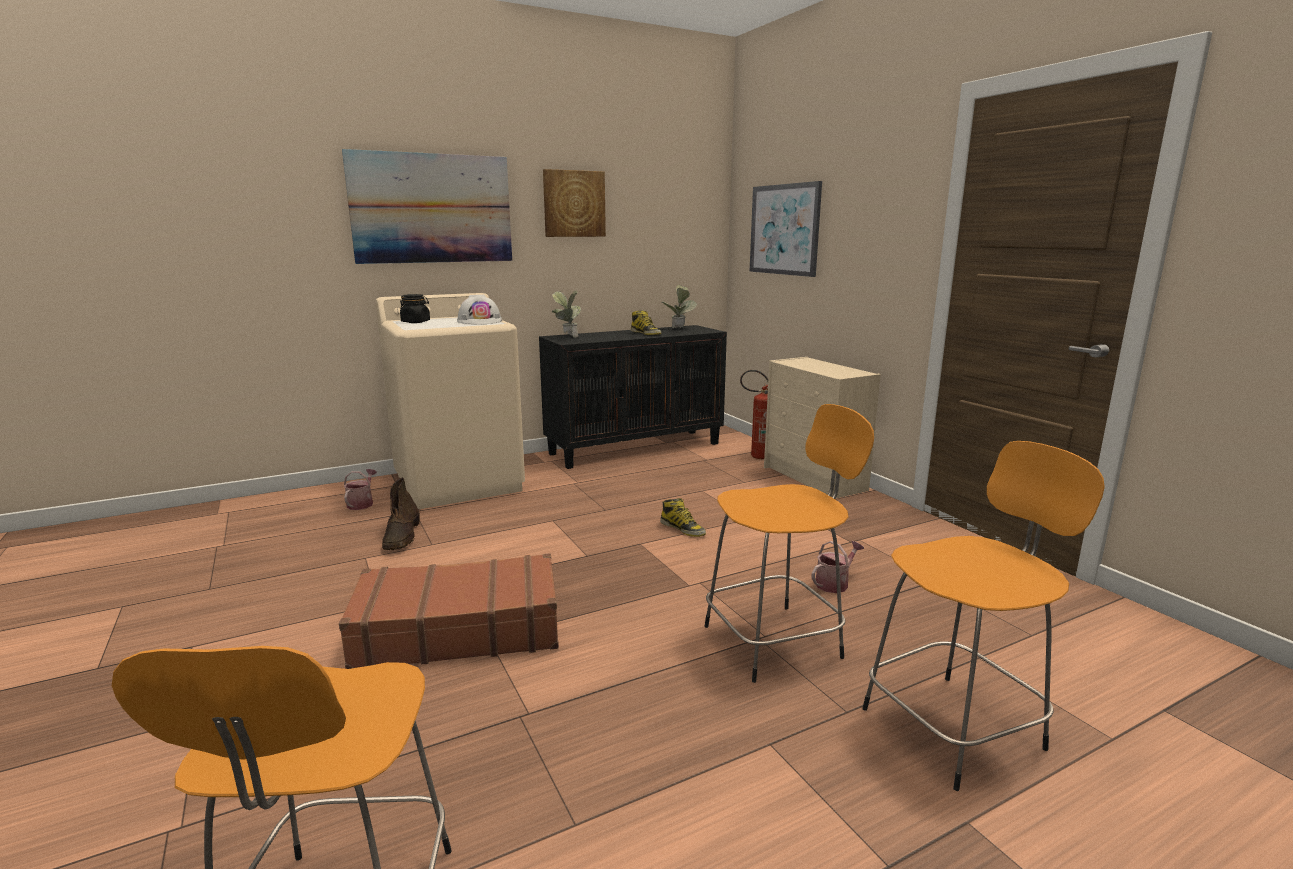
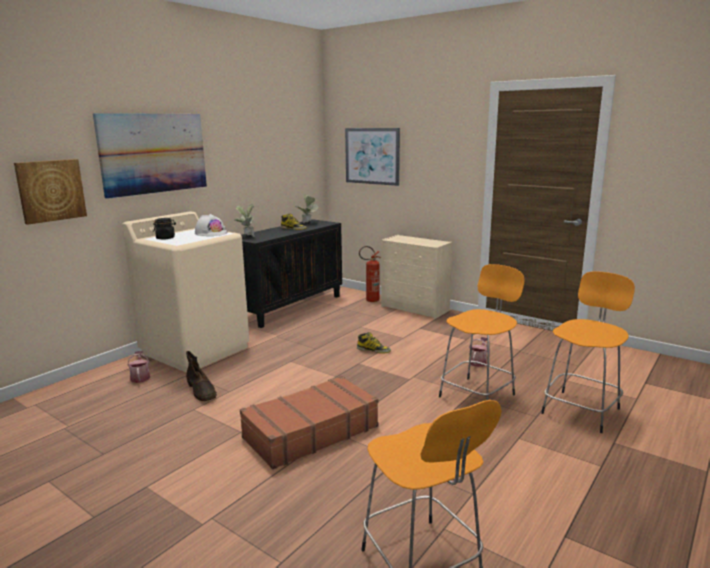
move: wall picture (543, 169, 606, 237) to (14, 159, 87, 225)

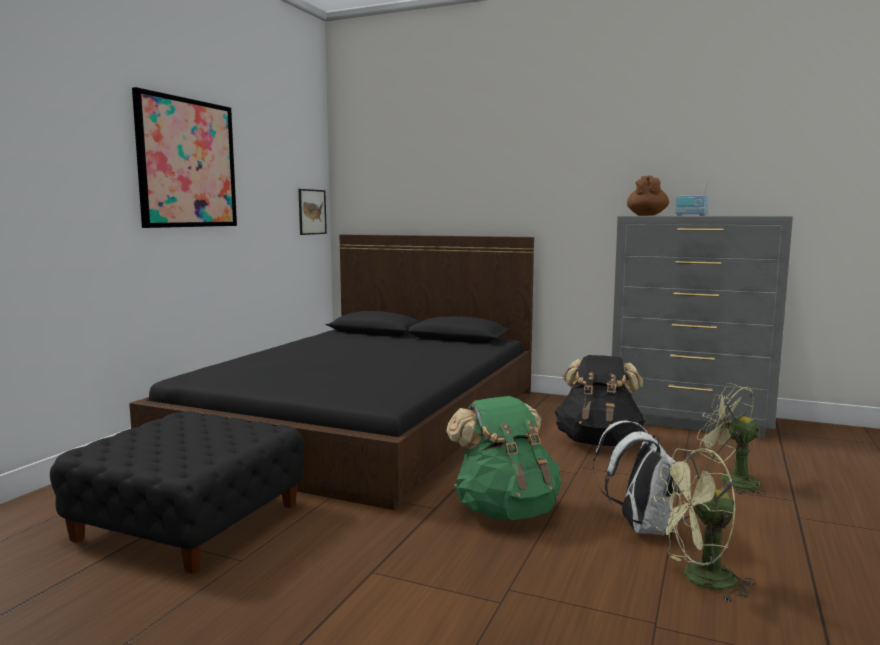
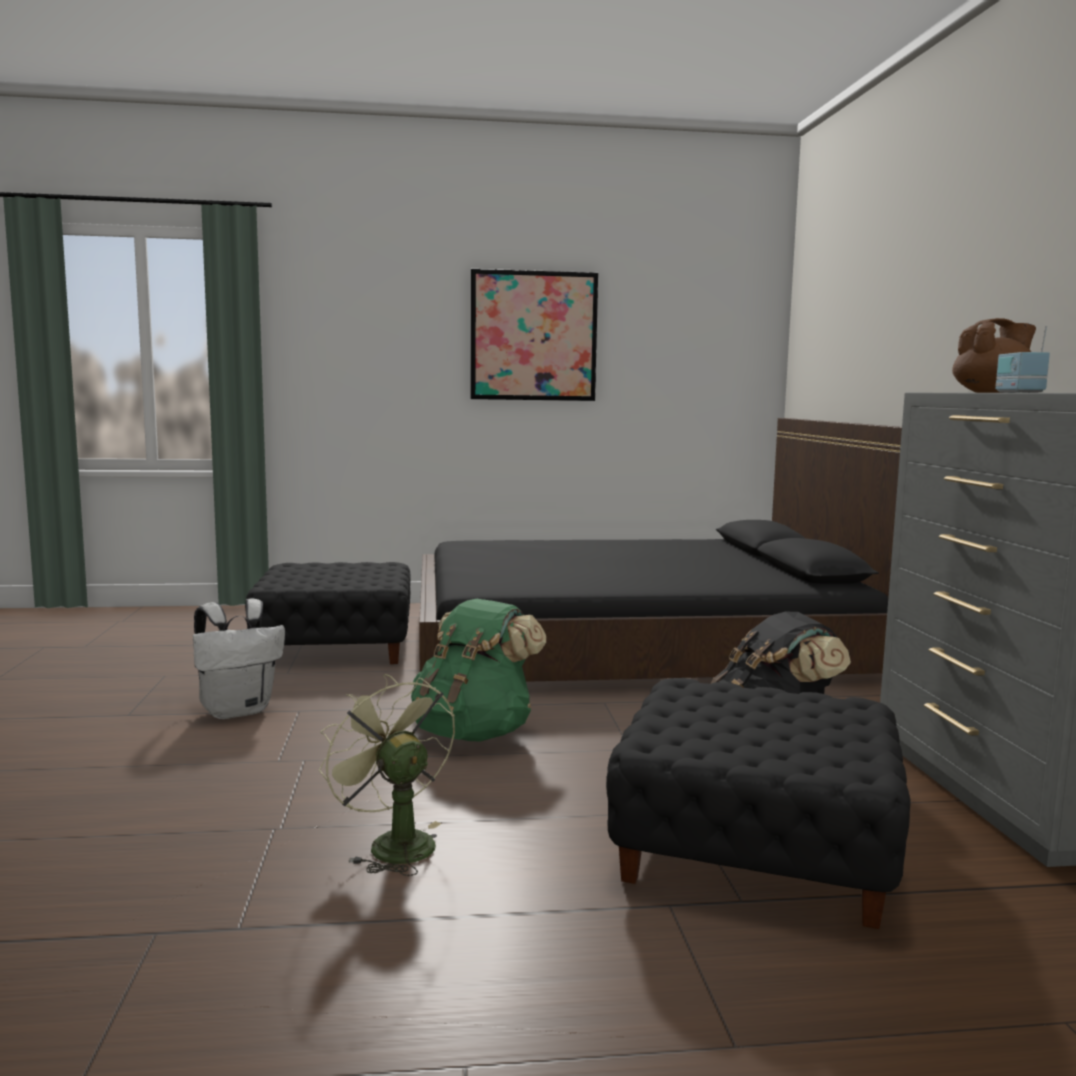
delete: wall picture (299, 189, 327, 235)
move: white-coloured backpack (593, 421, 680, 536) to (193, 598, 285, 719)
replace: green-coloured cooling fan (697, 383, 767, 495) to blackish pouffe (606, 678, 911, 929)

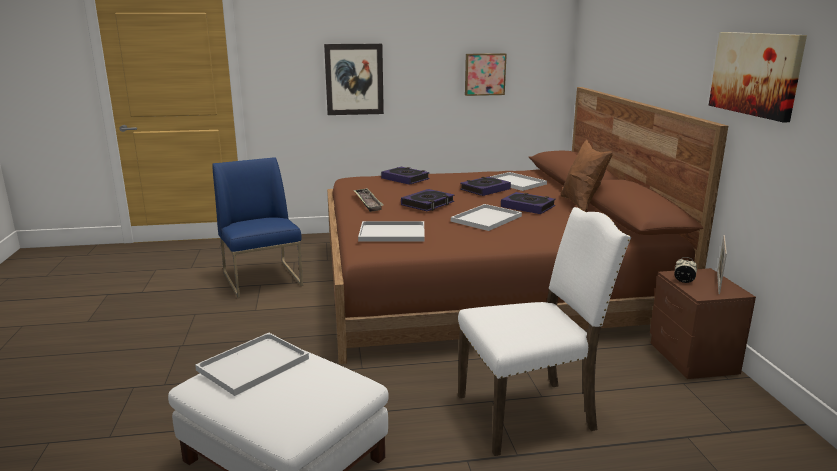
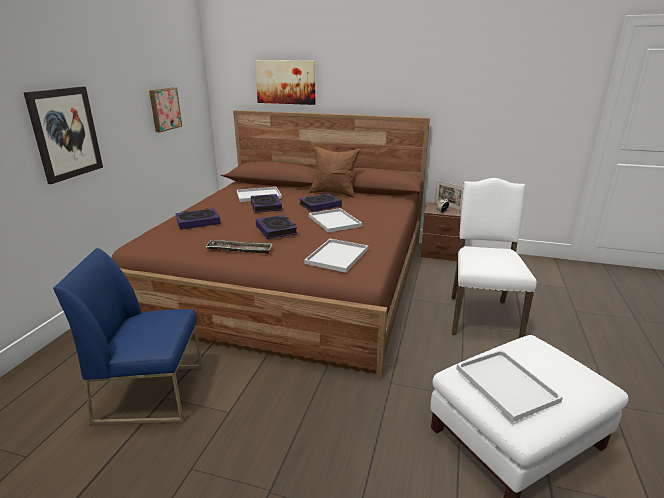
move: wall picture (709, 32, 807, 122) to (255, 60, 316, 105)

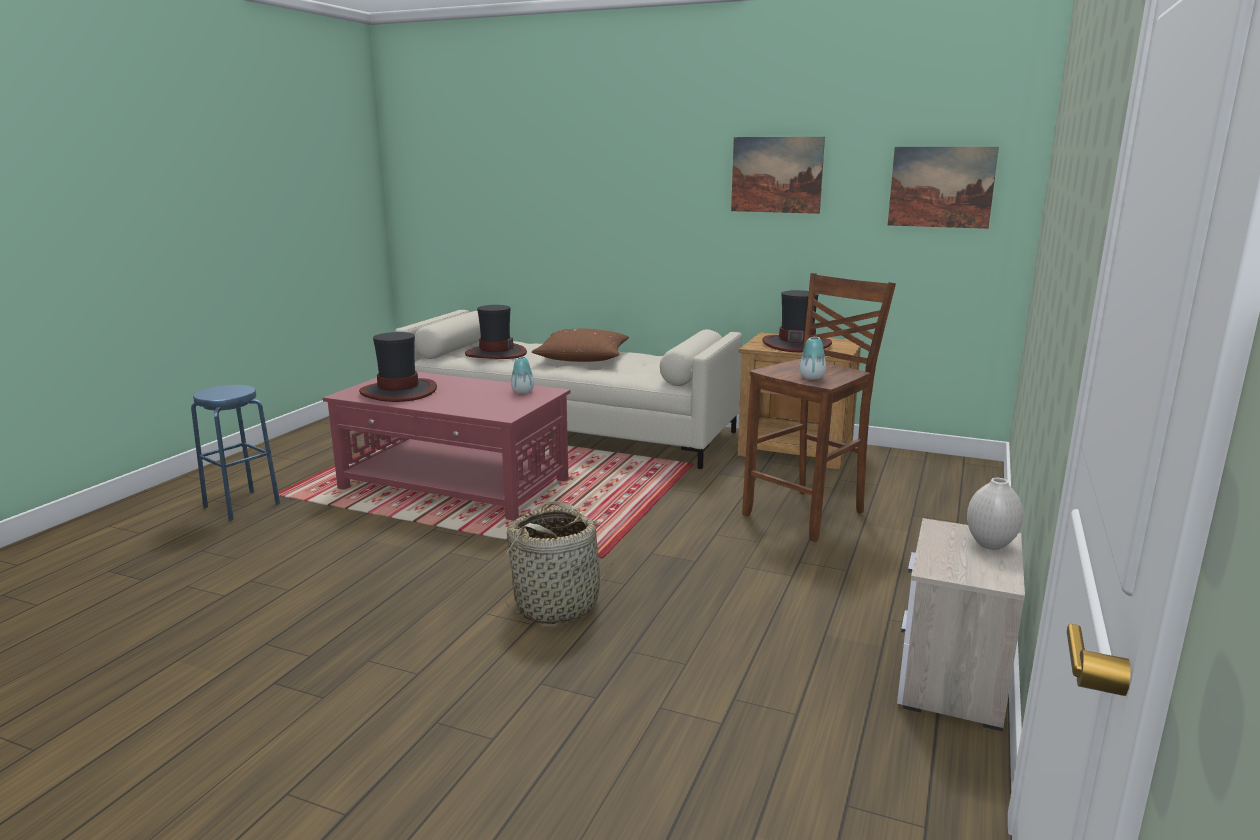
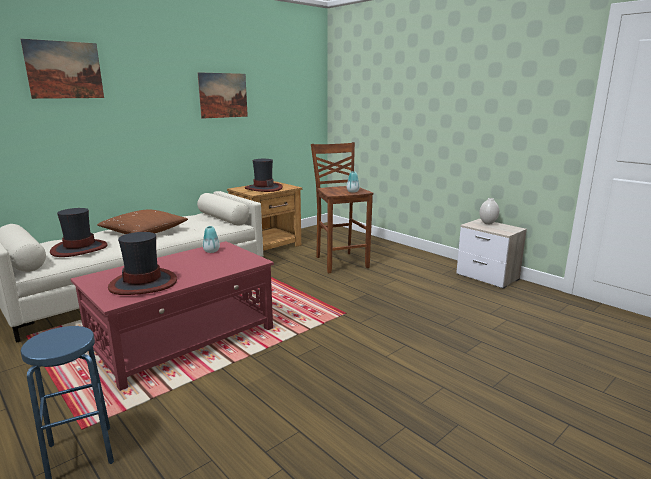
delete: household basket (504, 501, 615, 624)
move: wall picture (888, 147, 999, 229) to (20, 39, 104, 99)

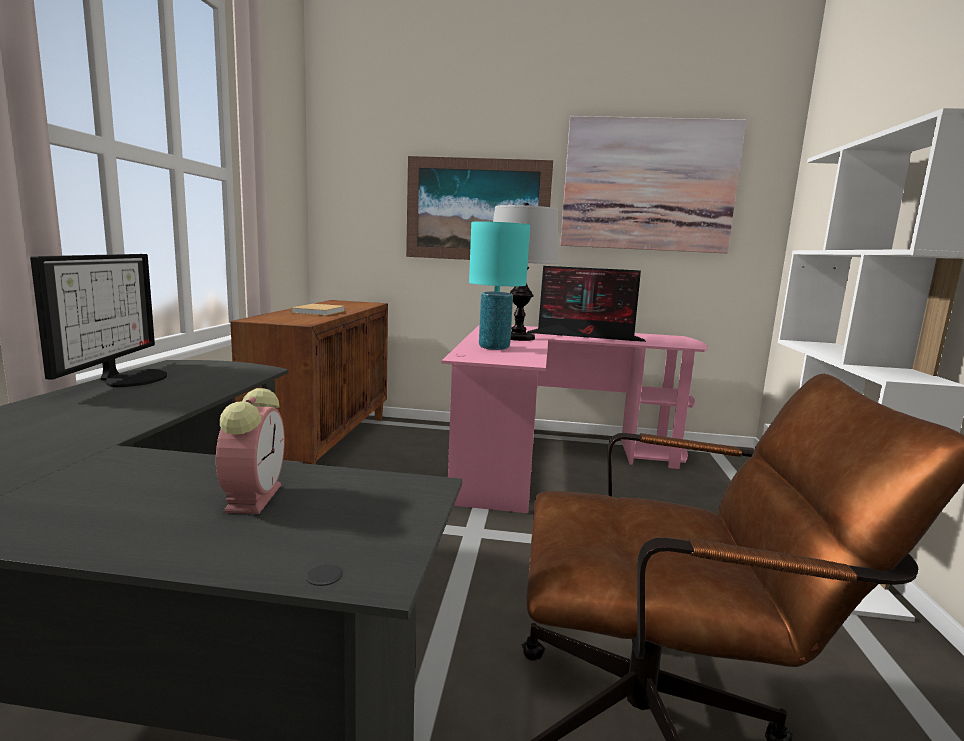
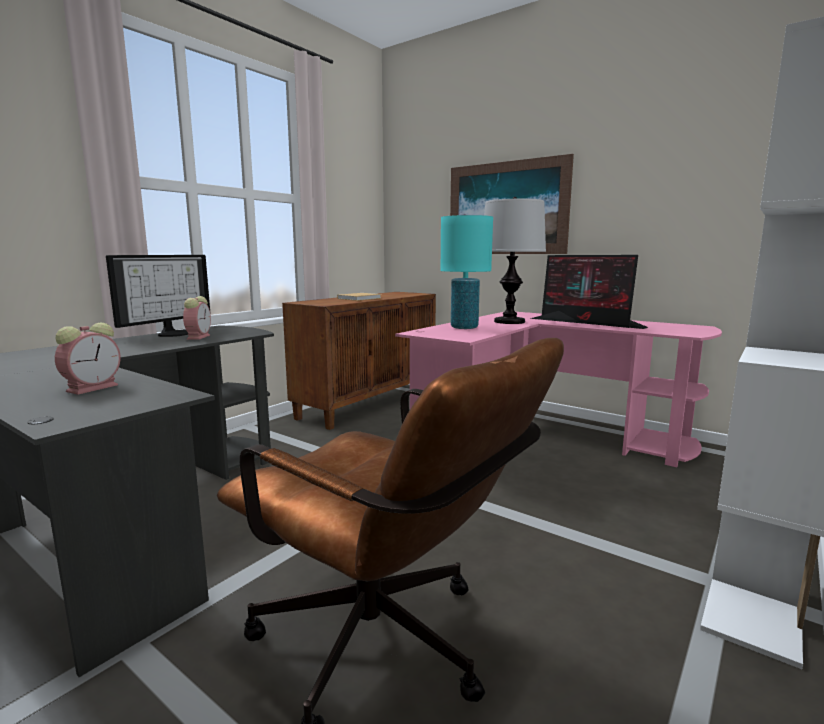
delete: wall picture (560, 116, 746, 253)
insert: table clock (183, 296, 211, 339)

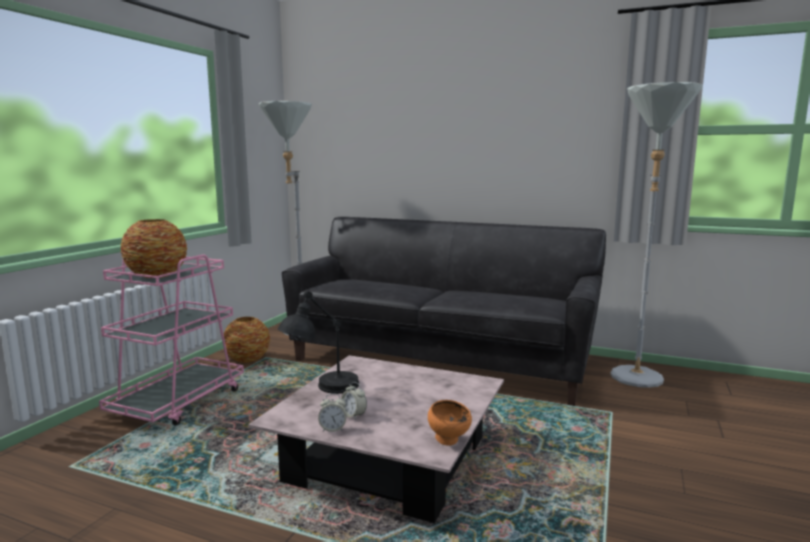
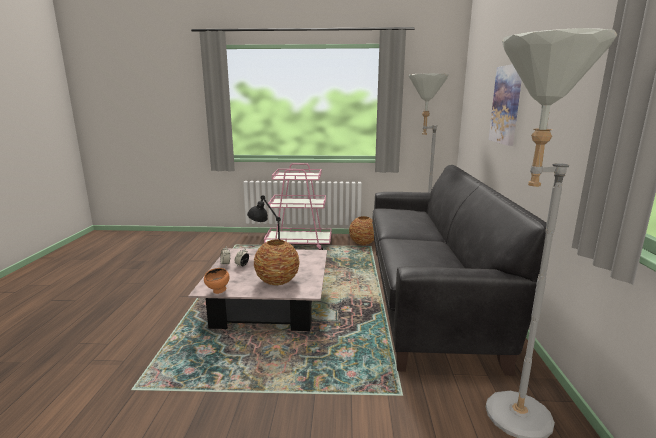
insert: wall picture (489, 64, 522, 146)
move: flower vase (121, 219, 187, 278) to (254, 239, 299, 285)

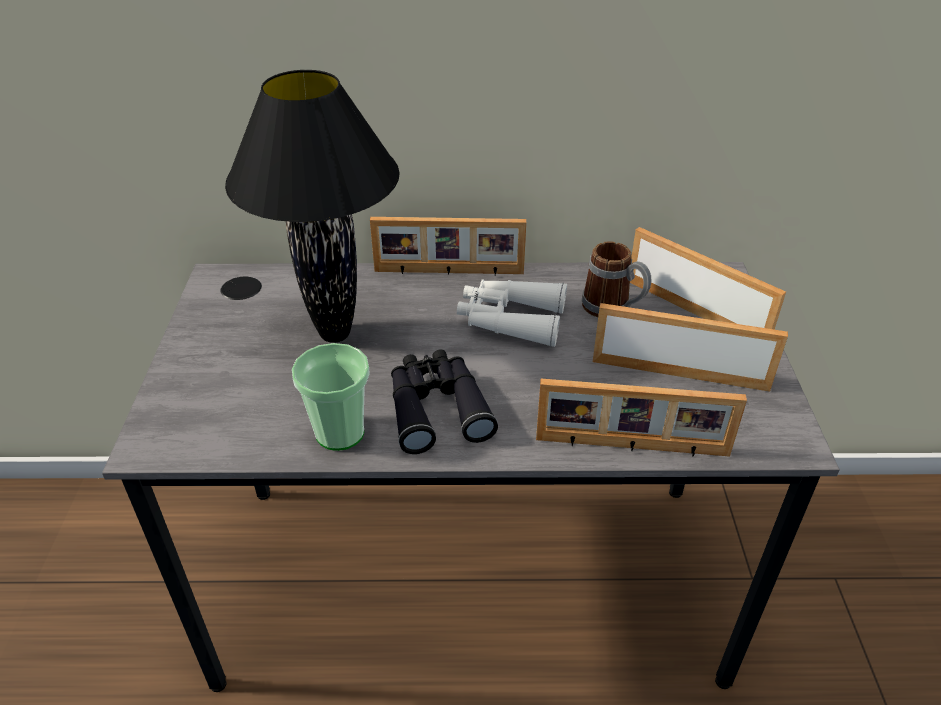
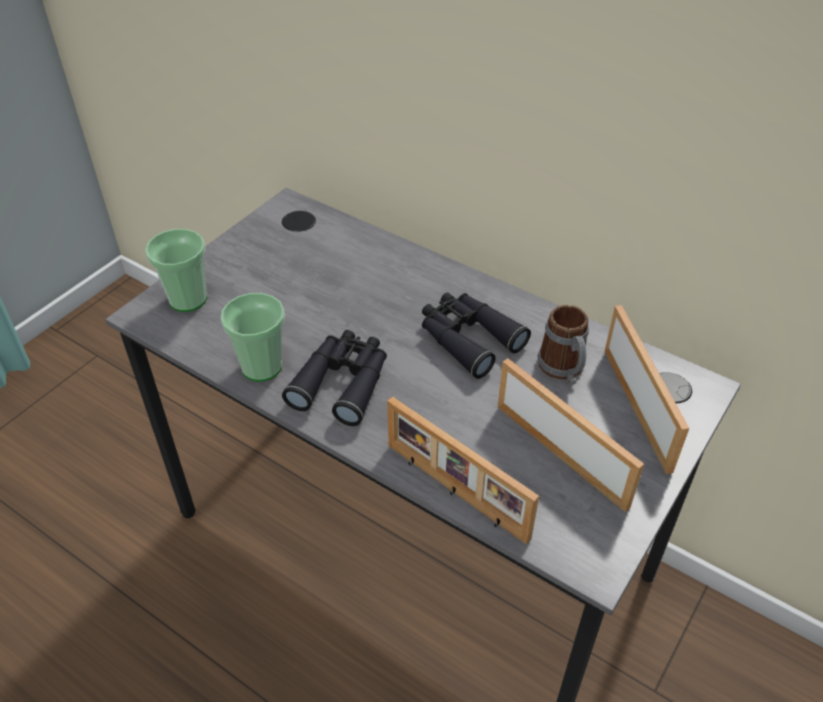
delete: blackish lamp for a table (225, 70, 400, 343); photo frame (370, 217, 526, 276)
insert: cup (145, 229, 207, 312)
recolor: white-coloured binoculars (457, 279, 567, 347) to blackish binoculars (422, 292, 531, 379)

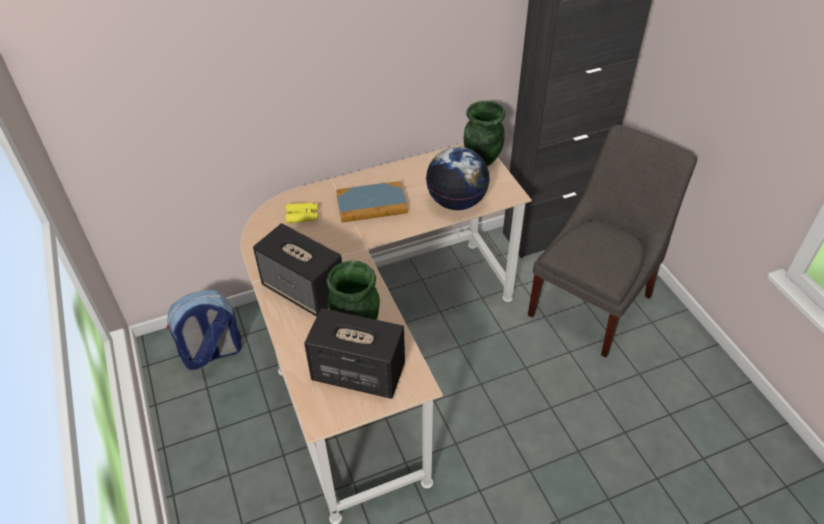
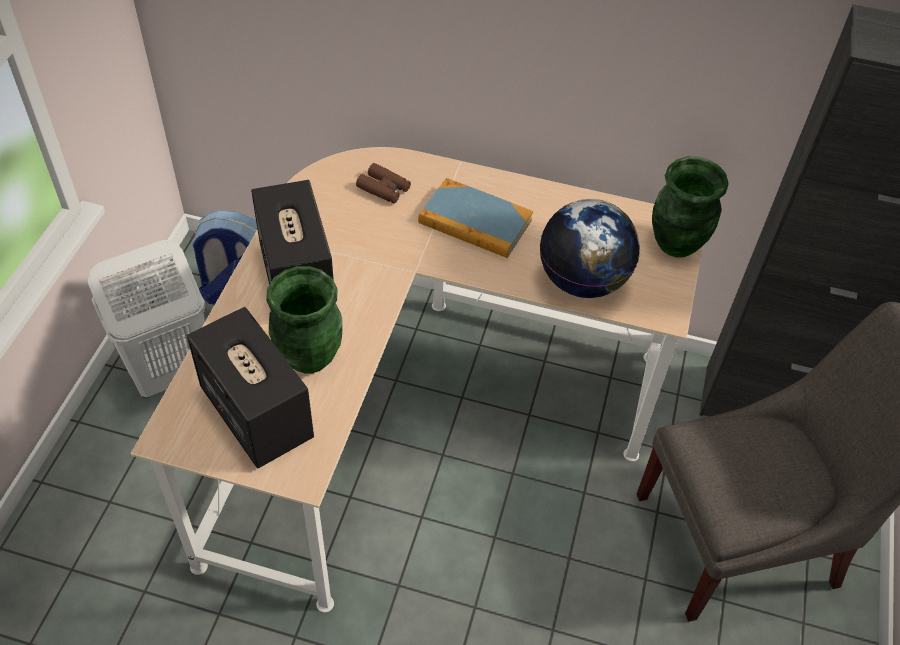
insert: white-coloured washing basket (88, 240, 205, 398)
recolor: yellow binoculars (286, 203, 318, 223) to brownish binoculars (356, 163, 411, 203)

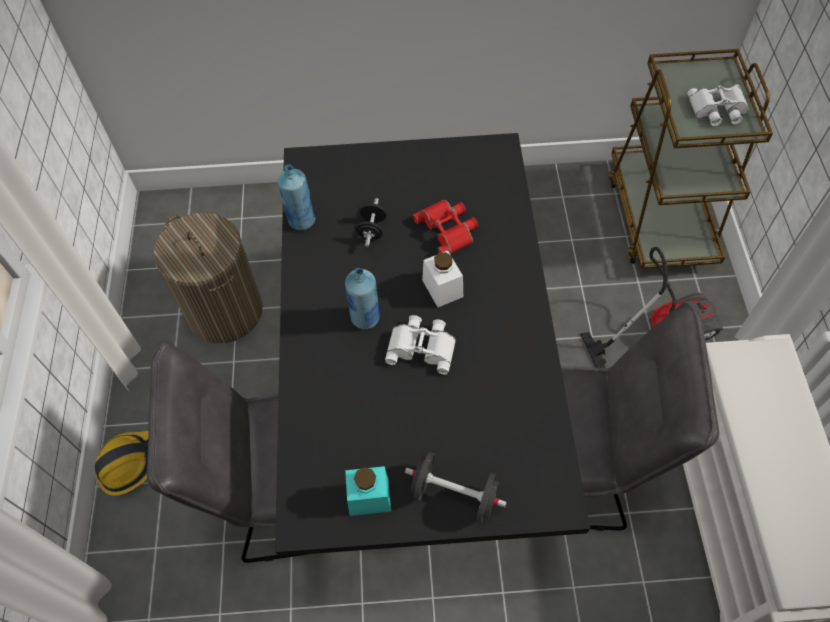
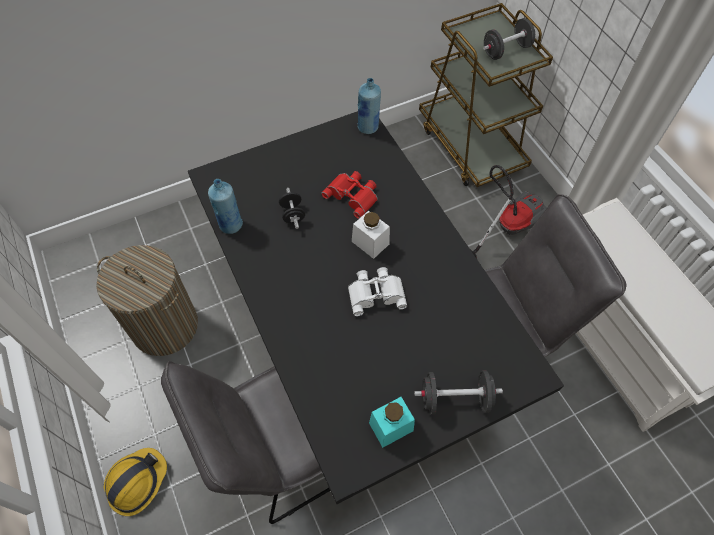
move: bluish bottle (345, 268, 380, 329) to (357, 78, 381, 134)
replace: white-coloured binoculars (688, 84, 749, 126) to blackish hand weight (483, 18, 535, 60)

